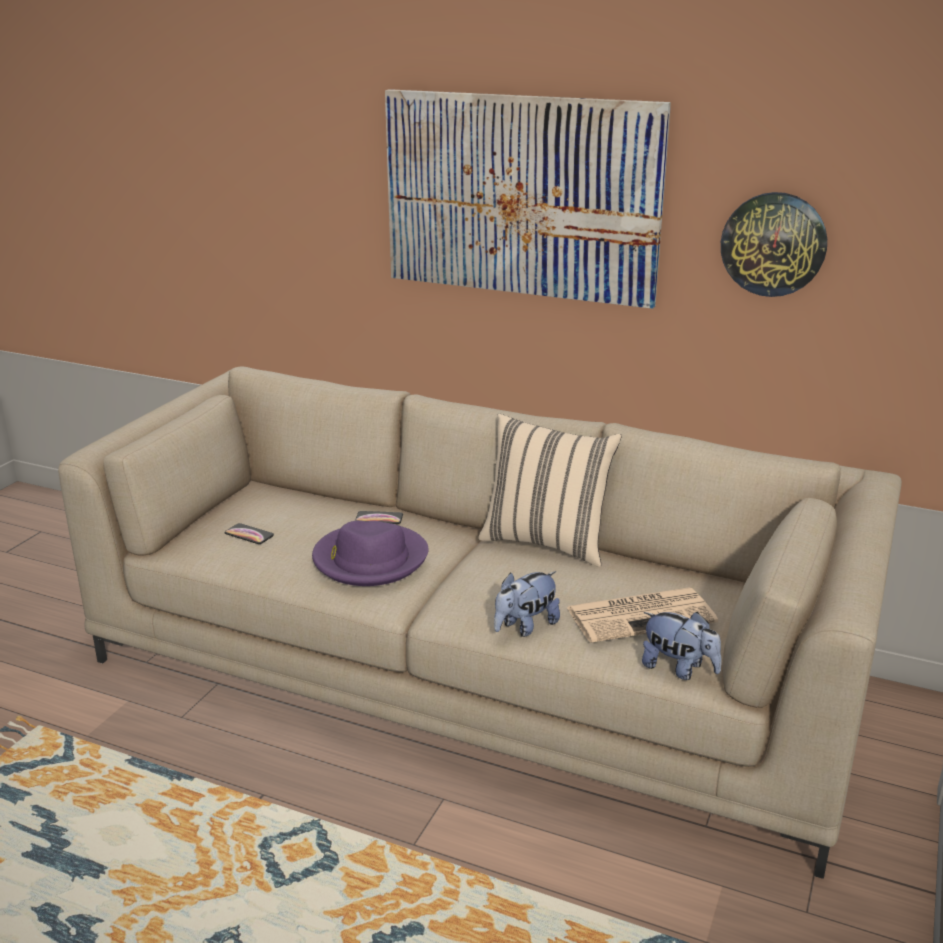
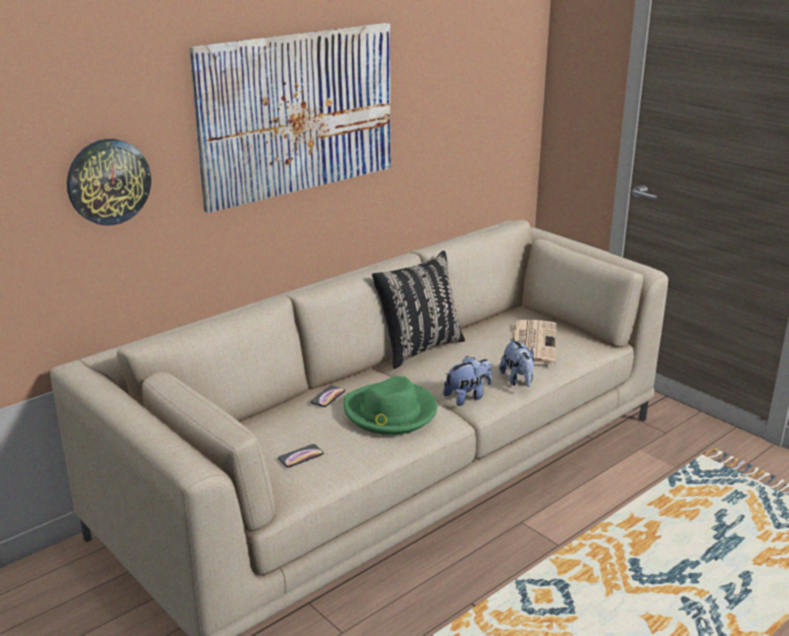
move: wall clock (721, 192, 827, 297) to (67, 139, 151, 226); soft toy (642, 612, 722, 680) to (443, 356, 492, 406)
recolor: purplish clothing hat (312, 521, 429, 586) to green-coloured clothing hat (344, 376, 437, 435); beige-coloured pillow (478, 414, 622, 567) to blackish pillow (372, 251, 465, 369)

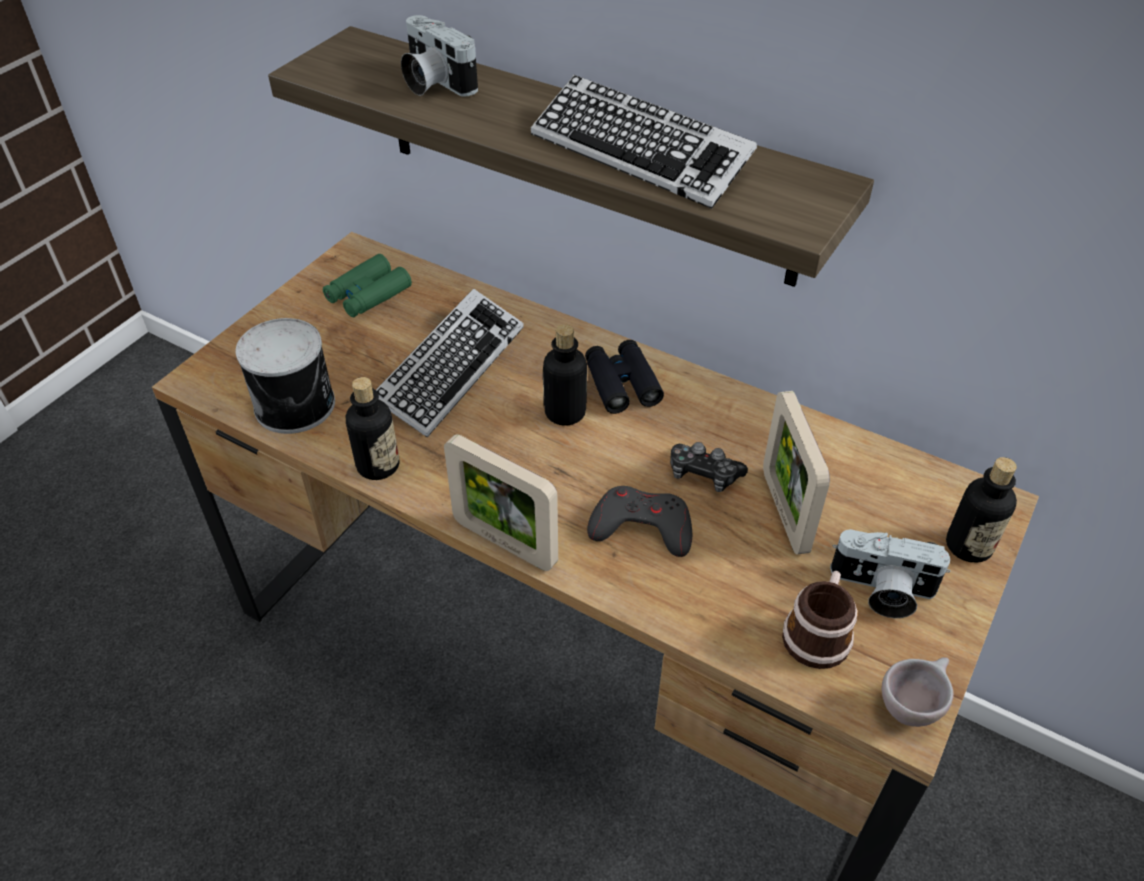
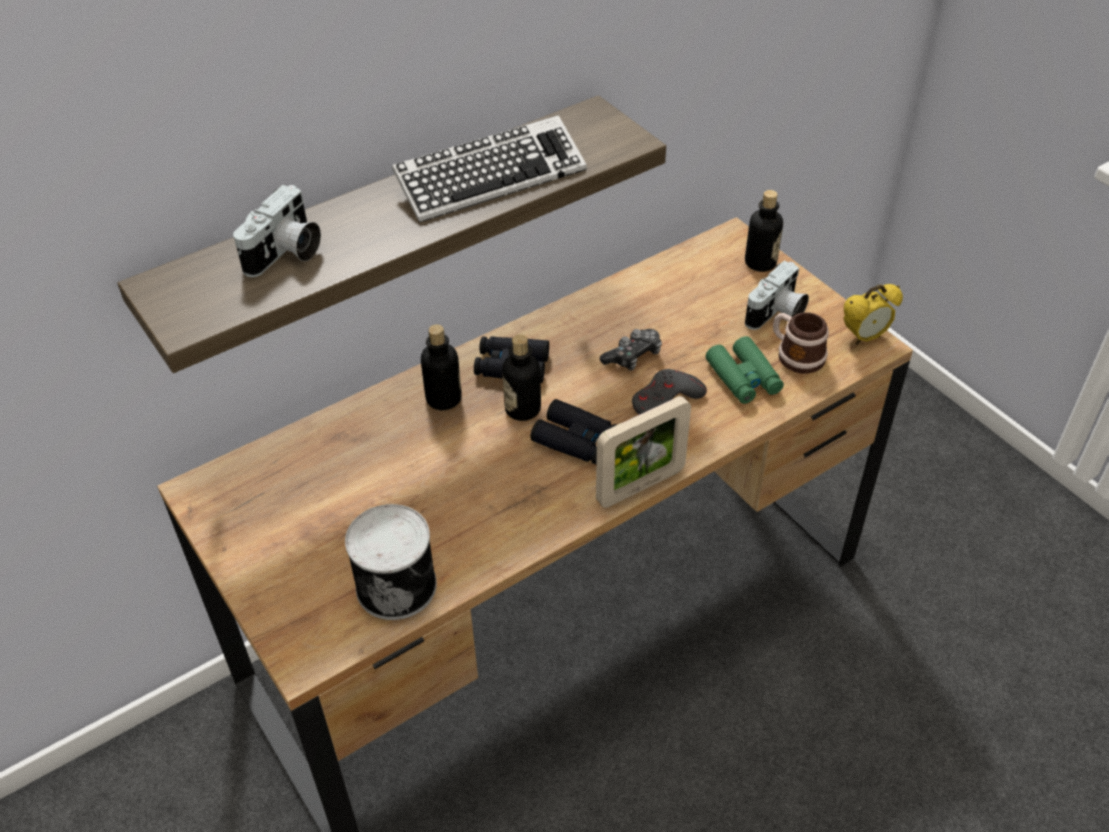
delete: PC keyboard (376, 288, 523, 437); photo frame (763, 391, 830, 555)
insert: blackish binoculars (530, 399, 616, 465)
move: bottle (346, 377, 399, 480) to (421, 324, 462, 410); green-coloured binoculars (323, 254, 412, 317) to (706, 336, 784, 404)
replace: beige-coloured cup (882, 657, 954, 727) to table clock (843, 284, 903, 345)
rotate: photo camera (401, 15, 478, 97) = (233, 185, 321, 277) 45 degrees counterclockwise

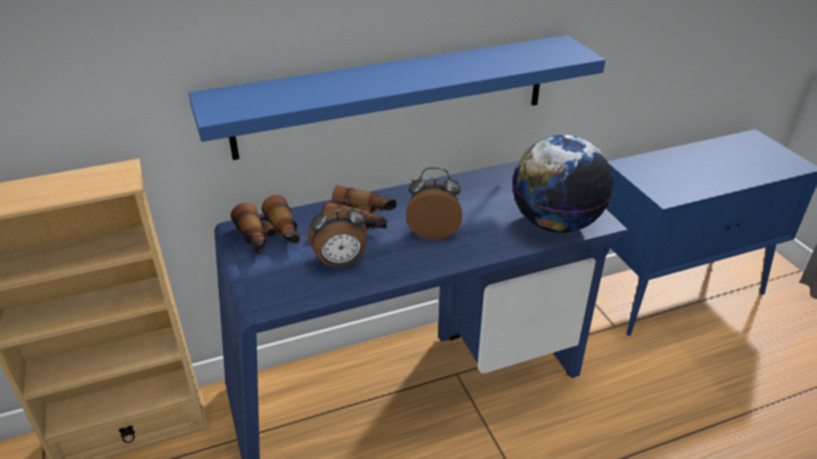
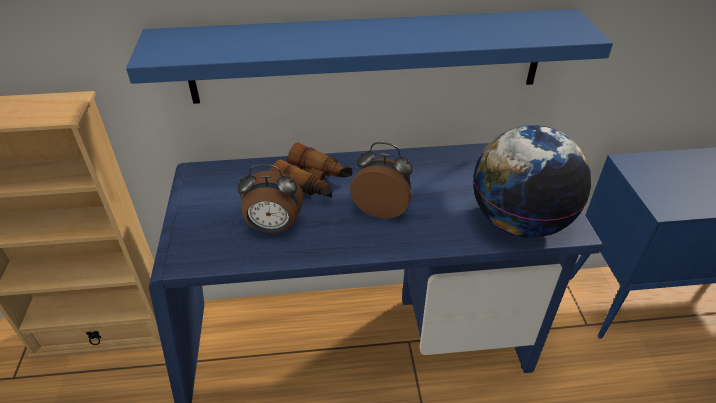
delete: binoculars (231, 195, 300, 254)

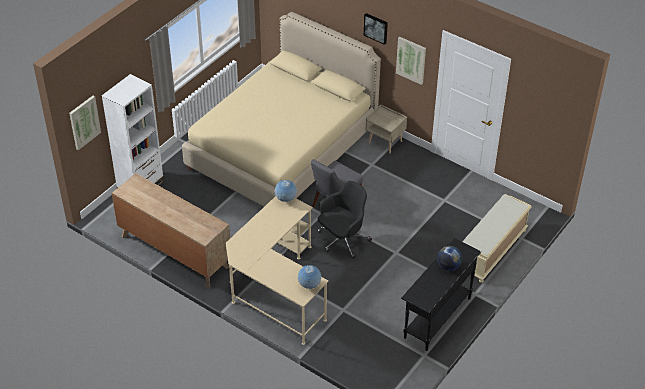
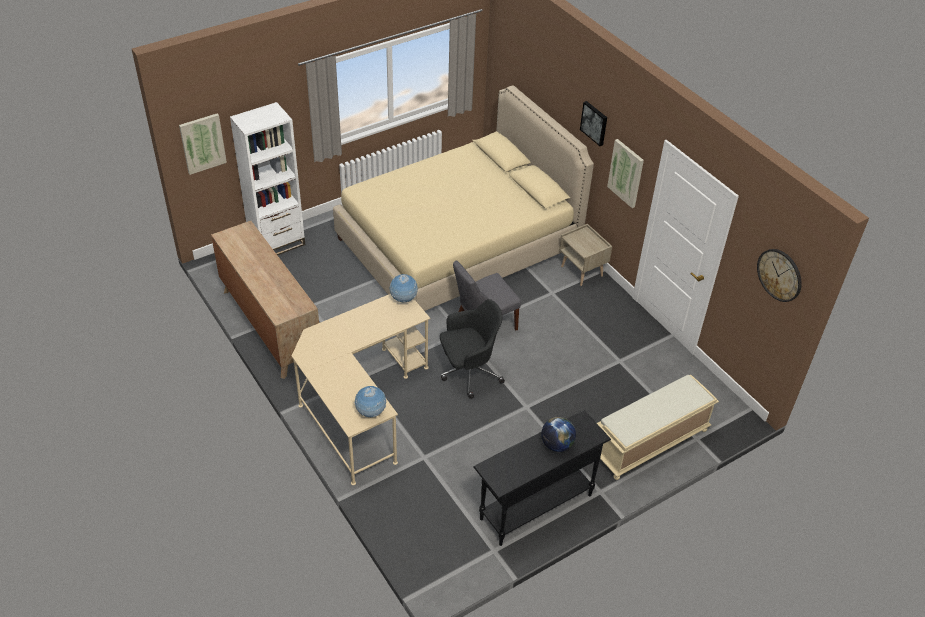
insert: wall clock (757, 249, 802, 302)

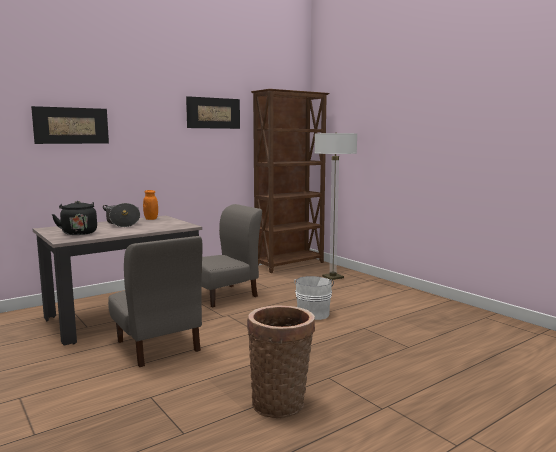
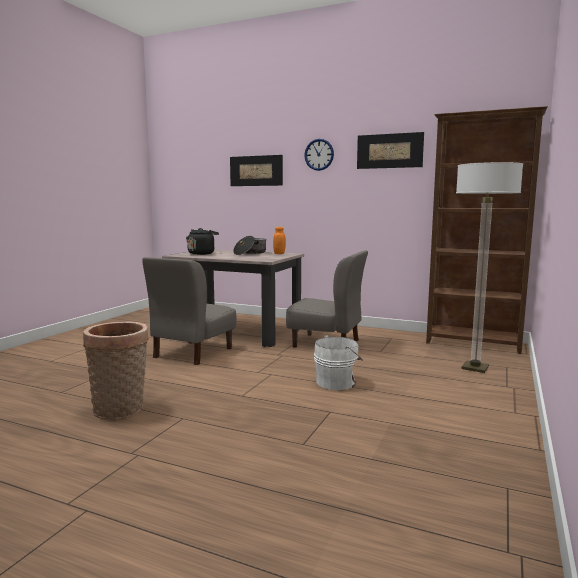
insert: wall clock (304, 139, 334, 171)

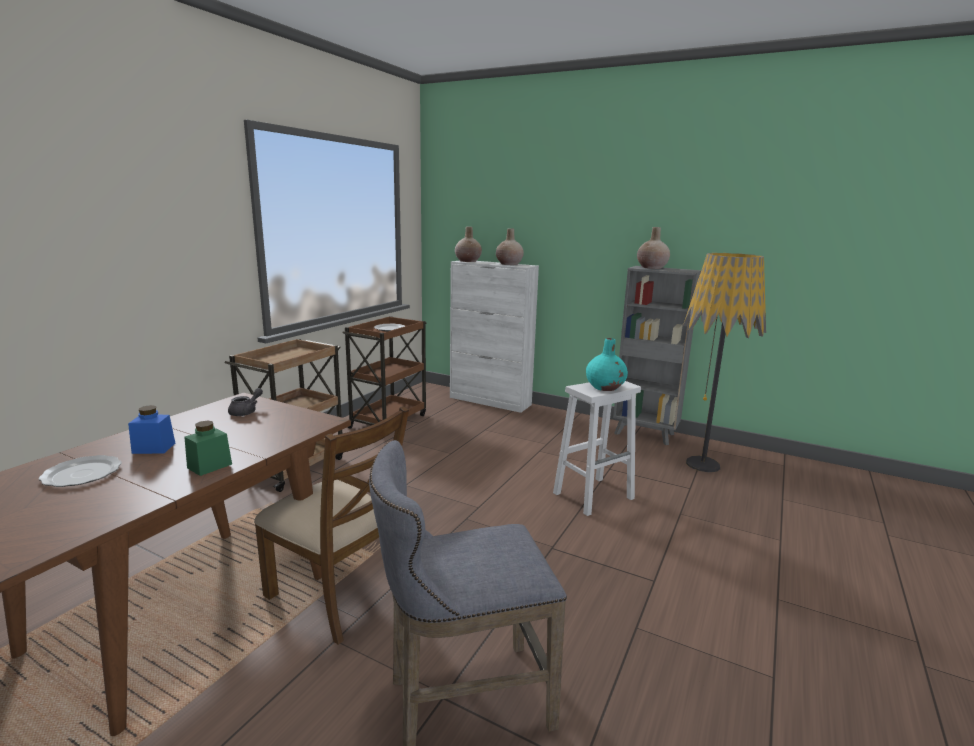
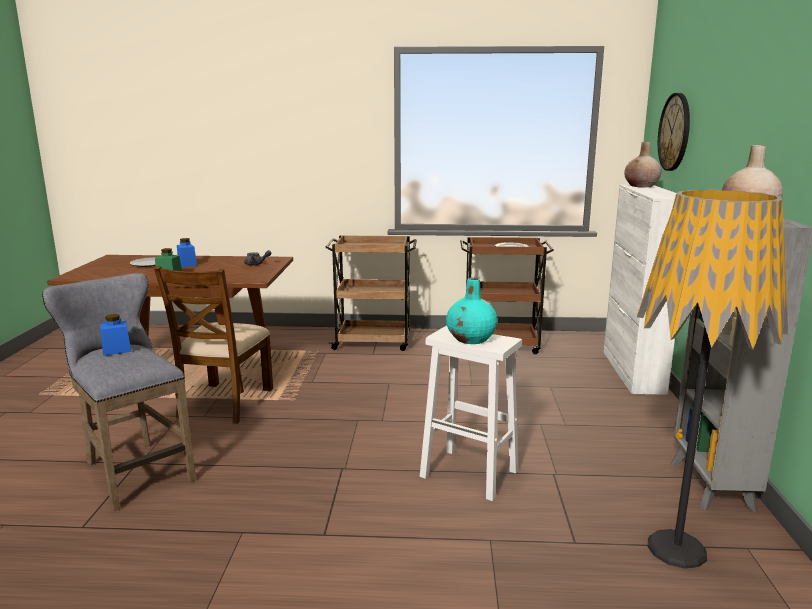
delete: beige-coloured flower vase (496, 228, 524, 265)
insert: bluish jar (100, 314, 131, 356); wall clock (658, 93, 690, 171)

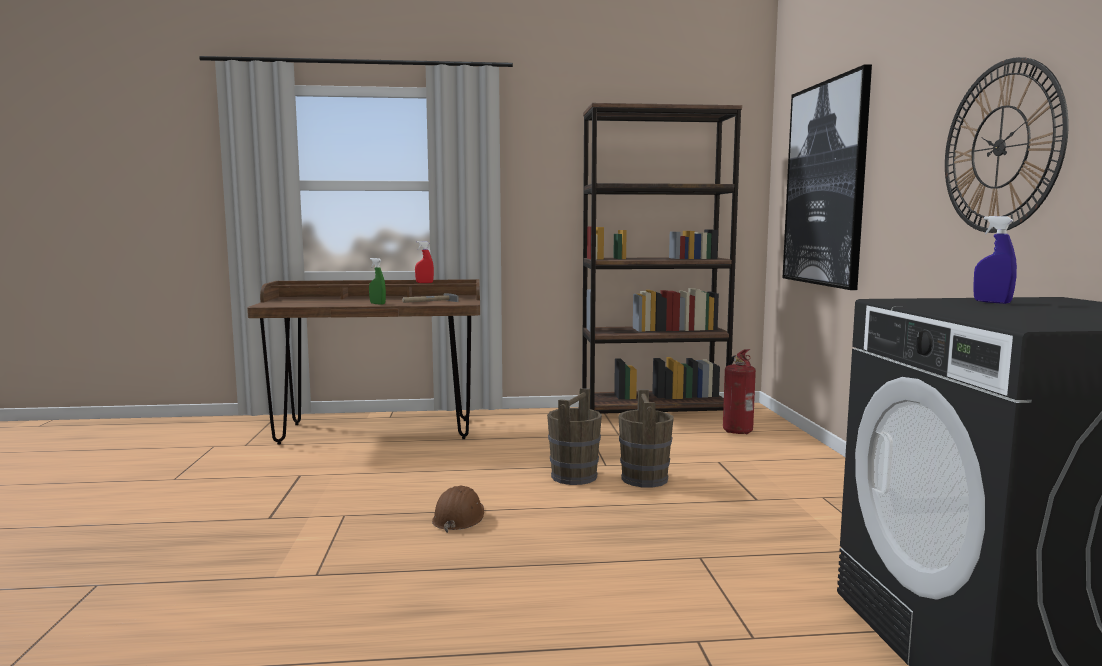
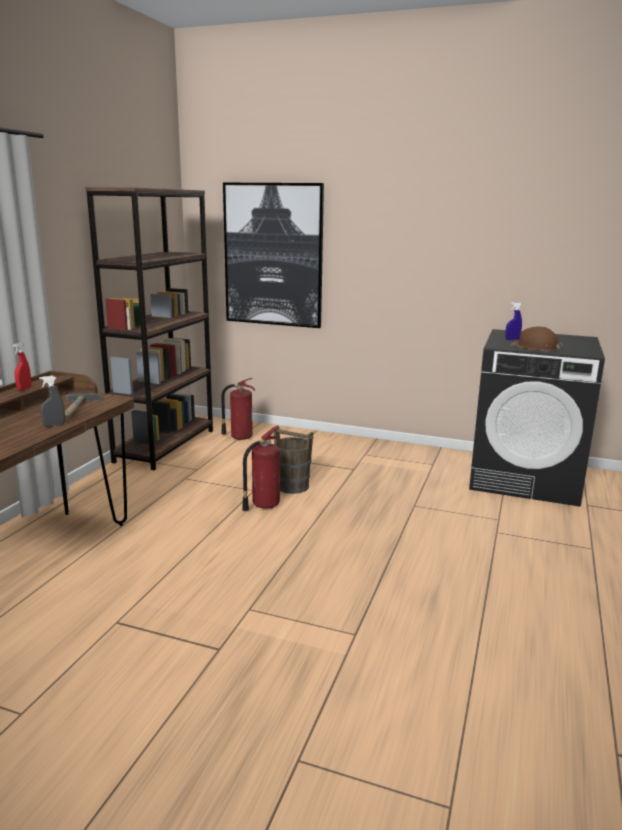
delete: wall clock (945, 57, 1069, 233)
move: brownish hard hat (432, 486, 484, 533) to (510, 326, 563, 351)
replace: brownish bucket (547, 388, 602, 485) to fire-fighting cylinder (242, 426, 282, 511)
recolor: green-coloured sprayer (369, 258, 386, 305) to greyish sprayer (39, 376, 65, 427)

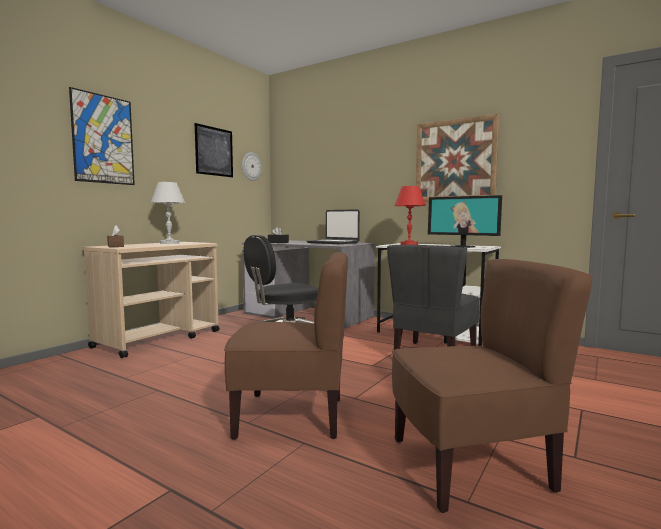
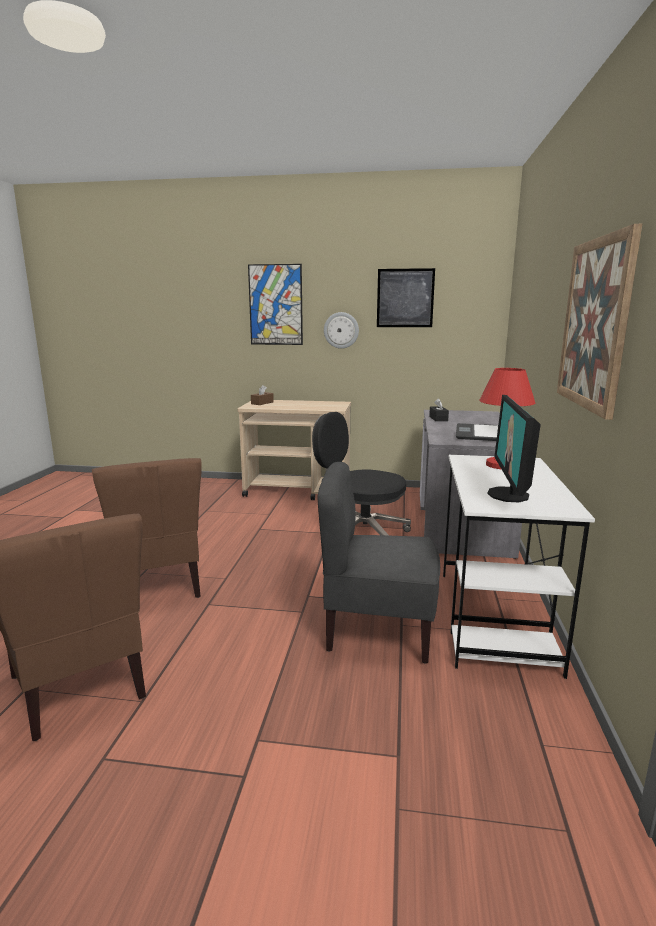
delete: white-coloured lamp for a table (151, 182, 185, 244)
move: wall clock (242, 152, 262, 181) to (324, 312, 359, 349)

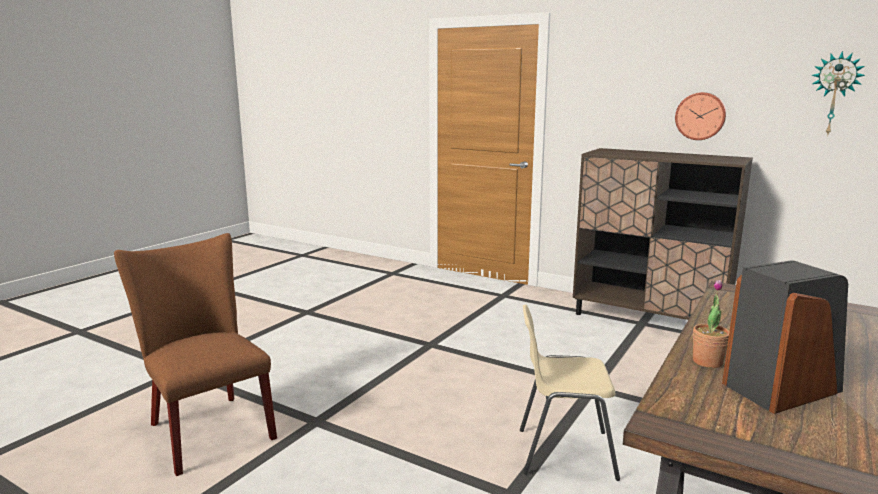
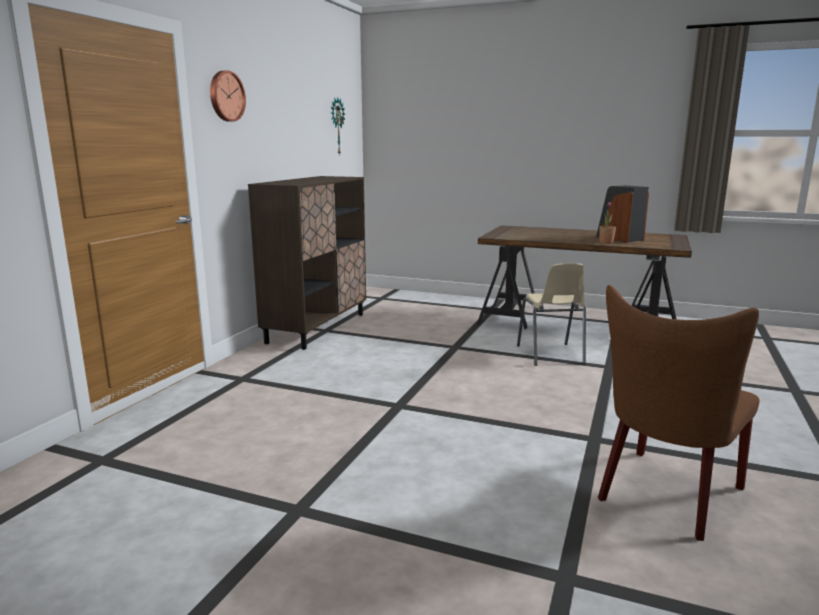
move: wall clock (675, 92, 726, 140) to (210, 70, 246, 122)

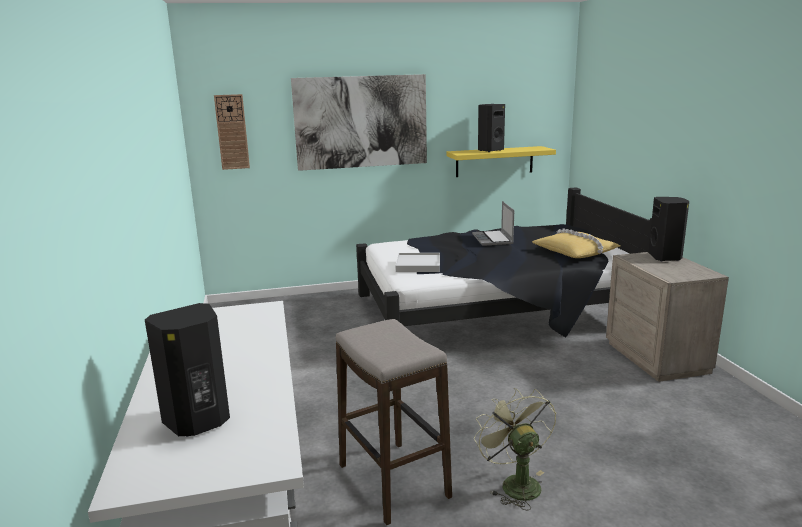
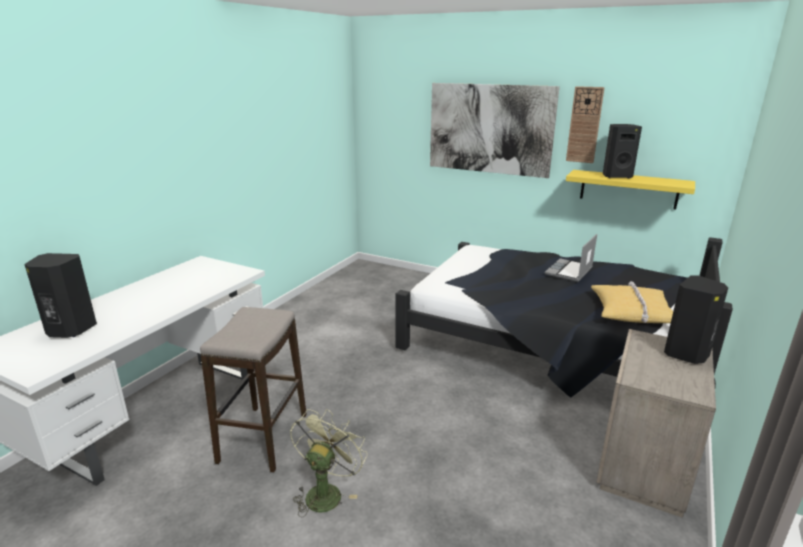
delete: white-coloured carrying tray (396, 253, 440, 272)
move: wall clock (214, 94, 250, 170) to (566, 86, 605, 163)

